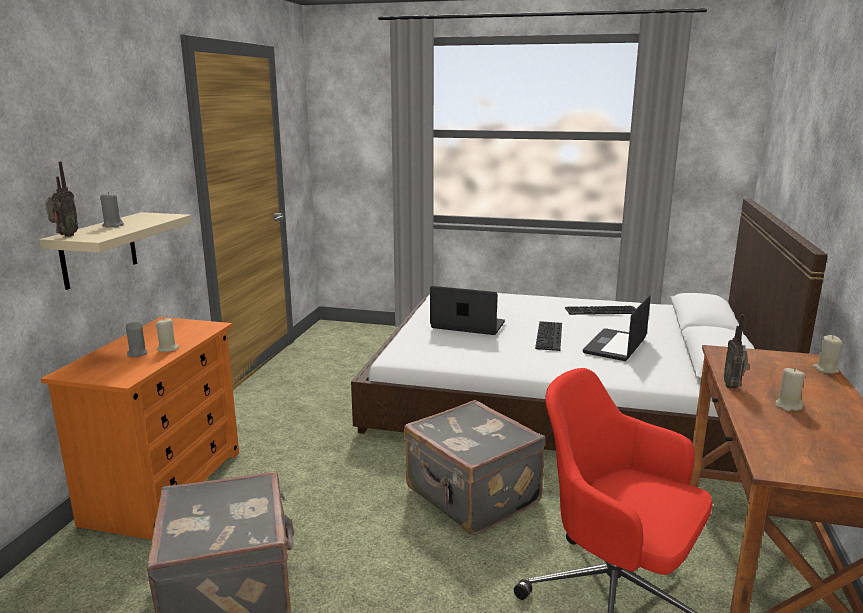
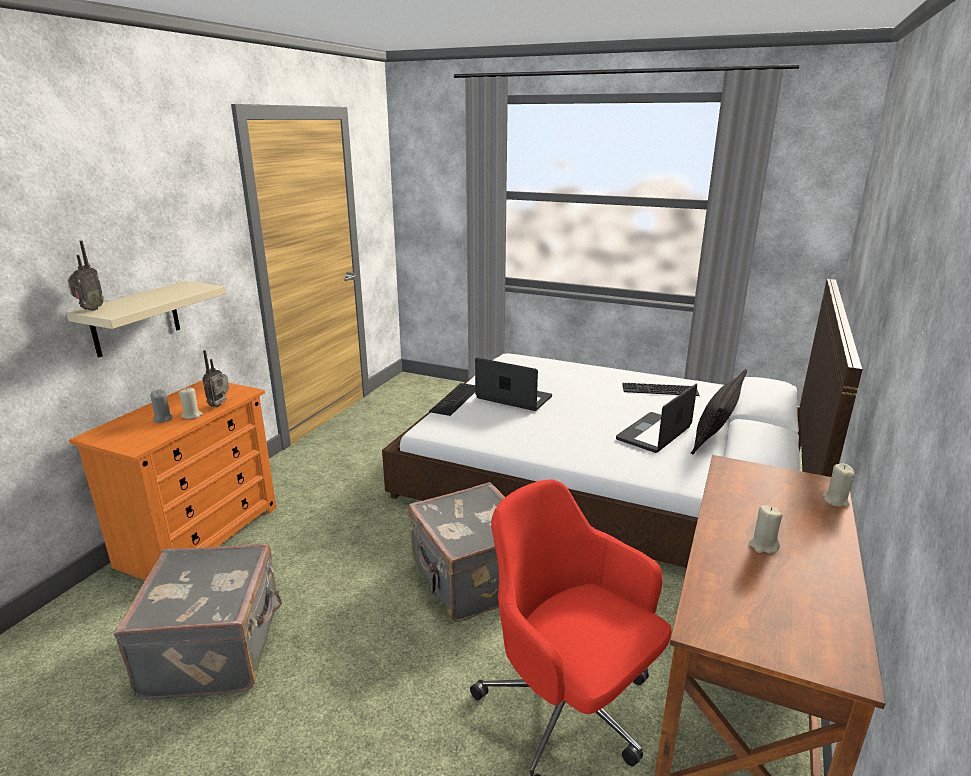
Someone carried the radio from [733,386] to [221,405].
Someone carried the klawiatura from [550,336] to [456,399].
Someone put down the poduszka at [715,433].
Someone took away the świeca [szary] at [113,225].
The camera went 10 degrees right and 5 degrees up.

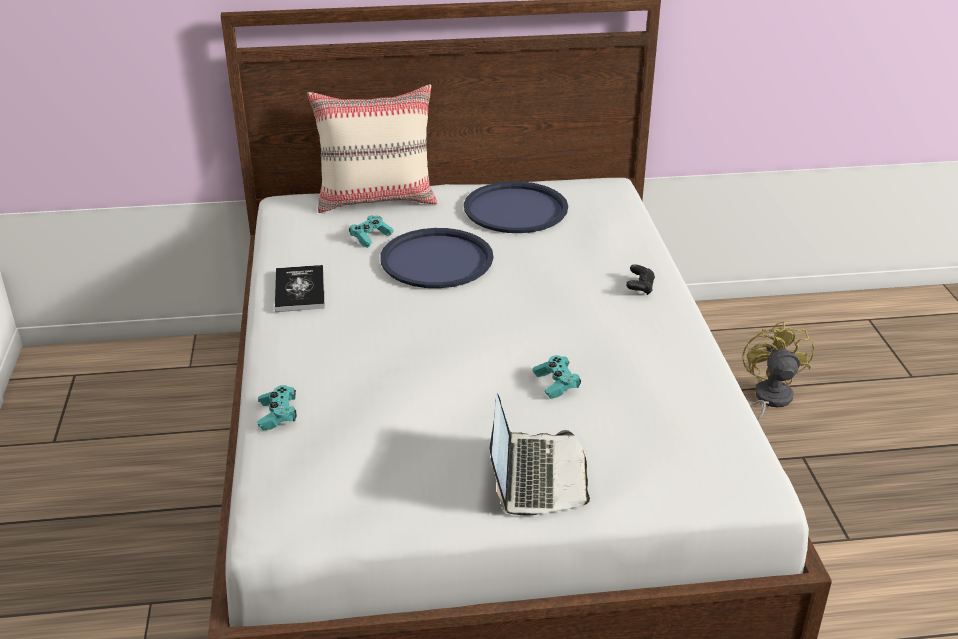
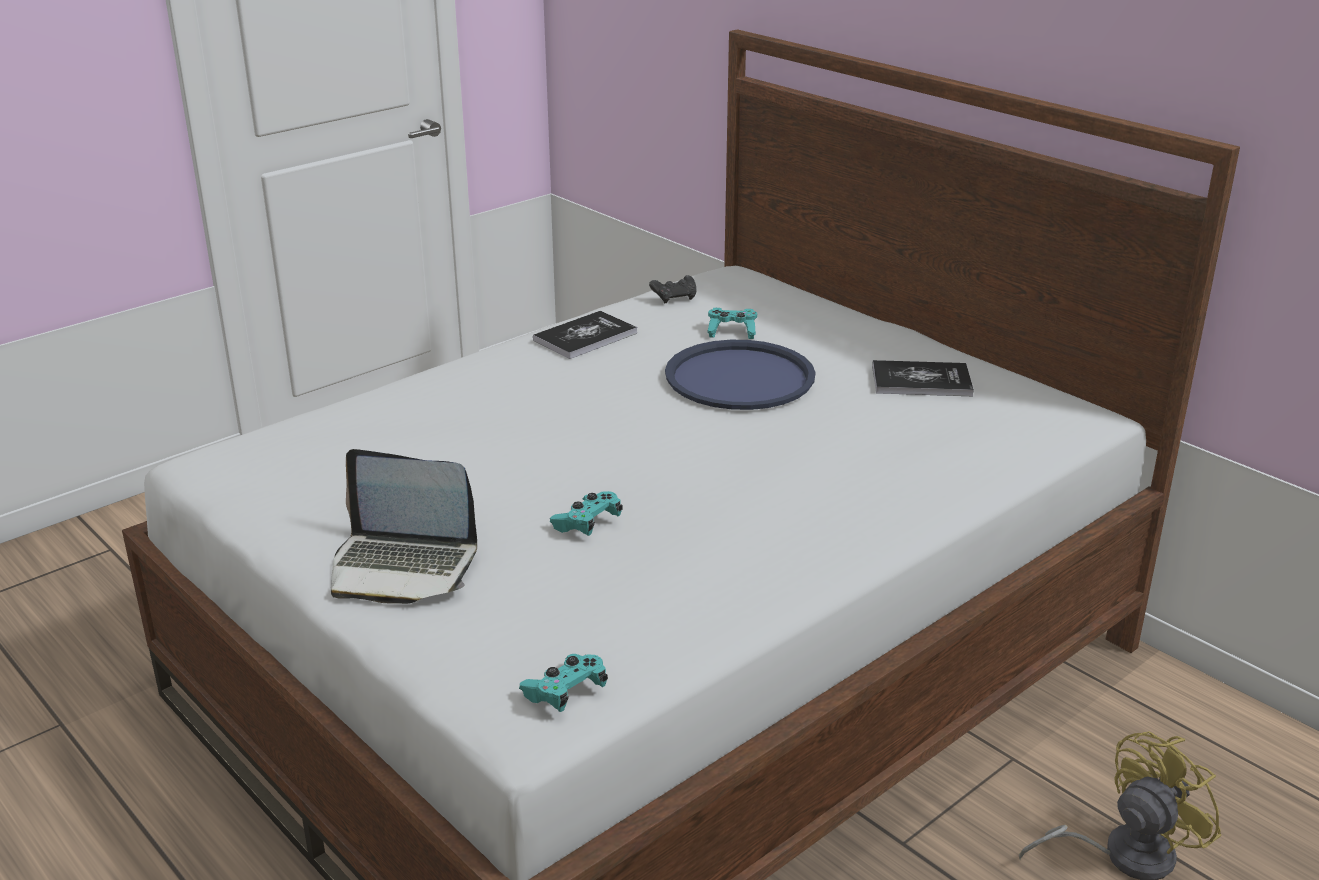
Someone rotated the laptop at [536,476] by 45 degrees clockwise.
Someone carried the pad do gier [turkusowy] from [278,415] to [565,692].
Someone carried the pad do gier [czarny] from [640,287] to [674,298].
Someone swapped the taca [niebieski] at [515,209] for the książka at [921,381].
Someone took away the poduszka [beżowy] at [377,199].
The camera went 55 degrees right and 5 degrees down.

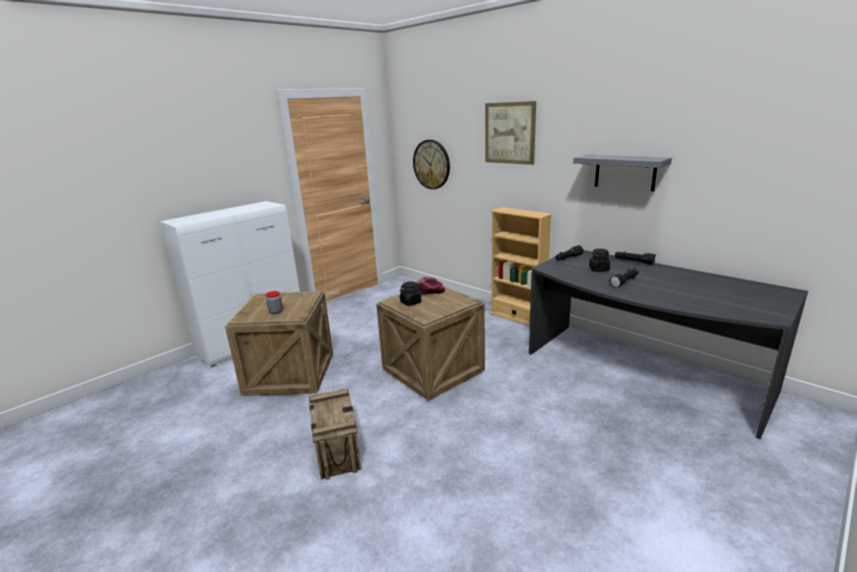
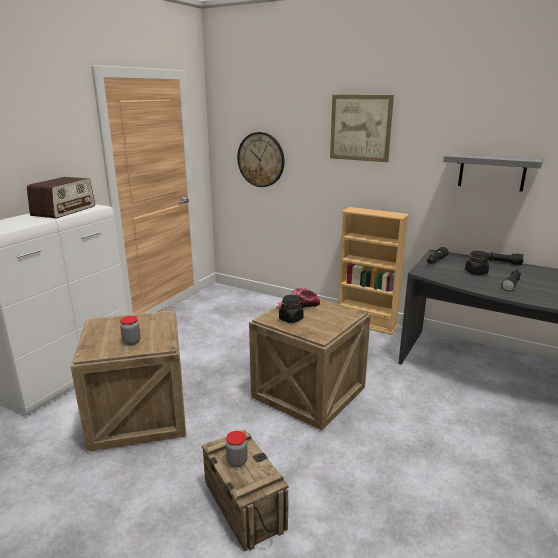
Someone put down the radio at [64,211].
Someone put down the słoik at [237,461].
The camera went 15 degrees left and 0 degrees up.

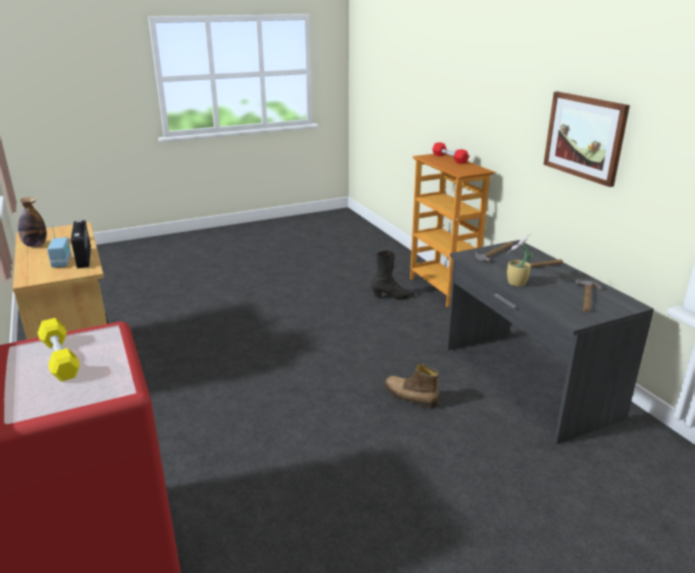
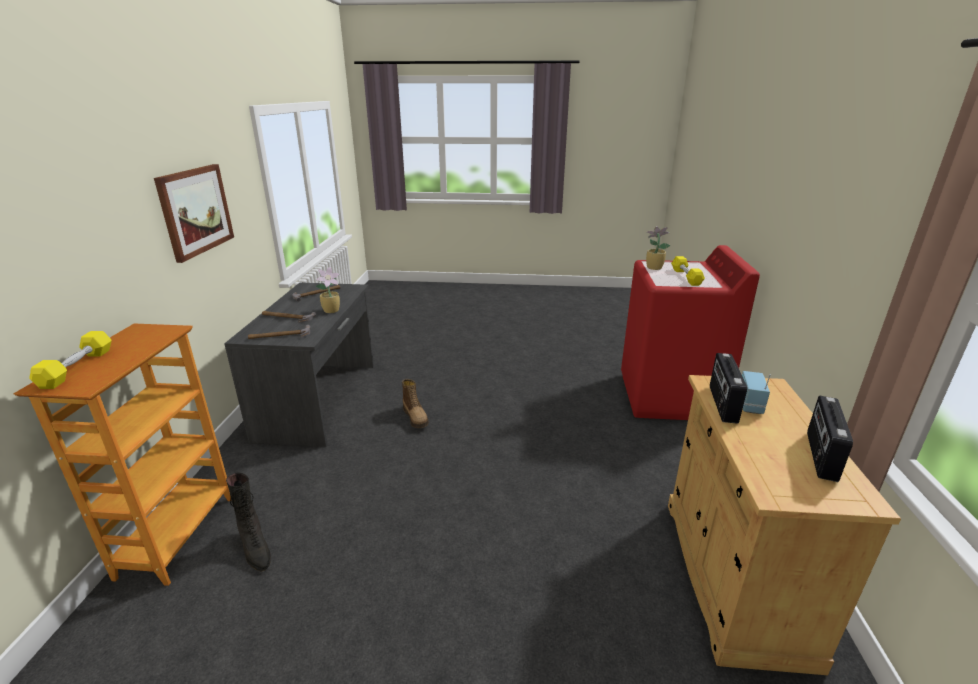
Someone repainted the hantel [czerwony] at [449,158], which became the hantel [żółty] at [77,368].
Someone rotated the but z cholewką [czarny] at [393,297] by 150 degrees counterclockwise.
Someone put down the roślina doniczkowa at [653,268].
Someone swapped the butelka at [35,245] for the radio at [820,456].
The camera went 150 degrees left and 0 degrees up.

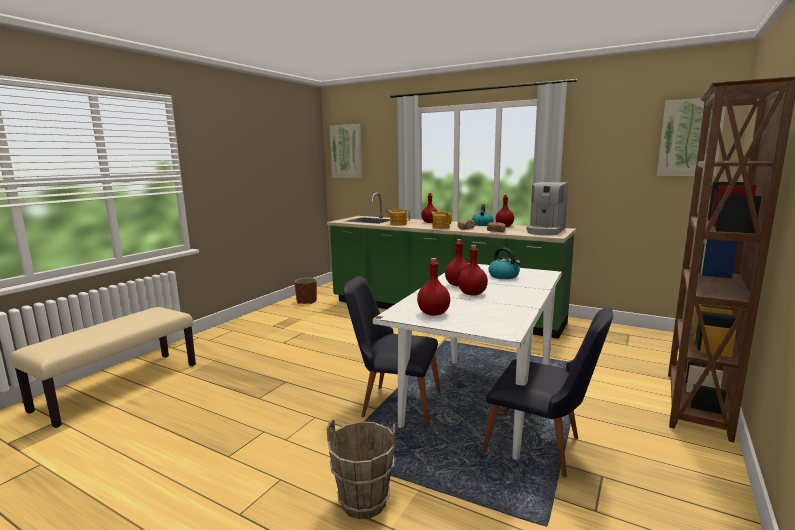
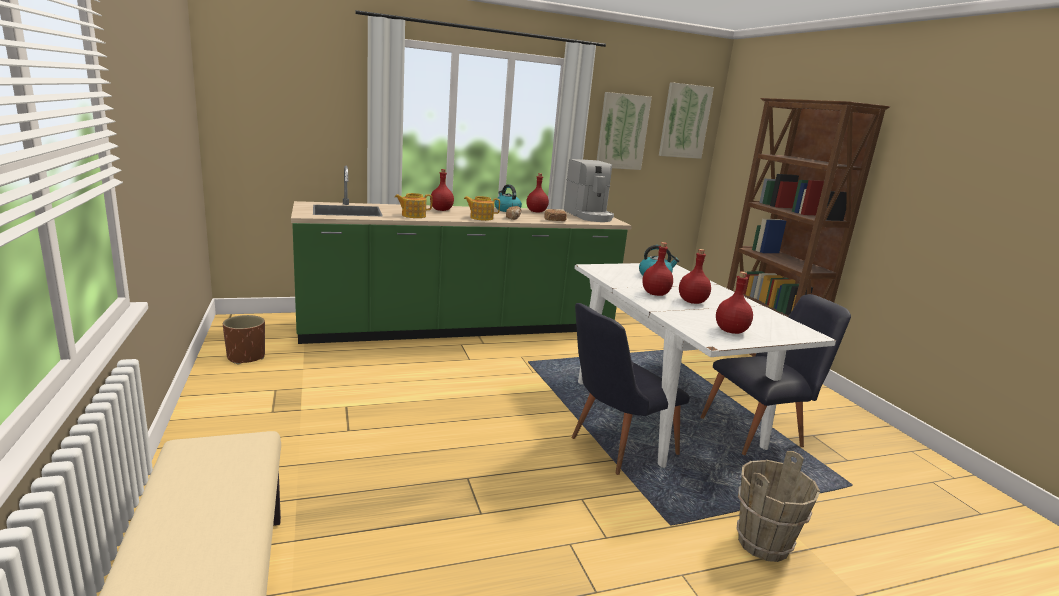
Someone carried the obraz from [346,151] to [622,131].
The camera went 50 degrees left and 5 degrees up.

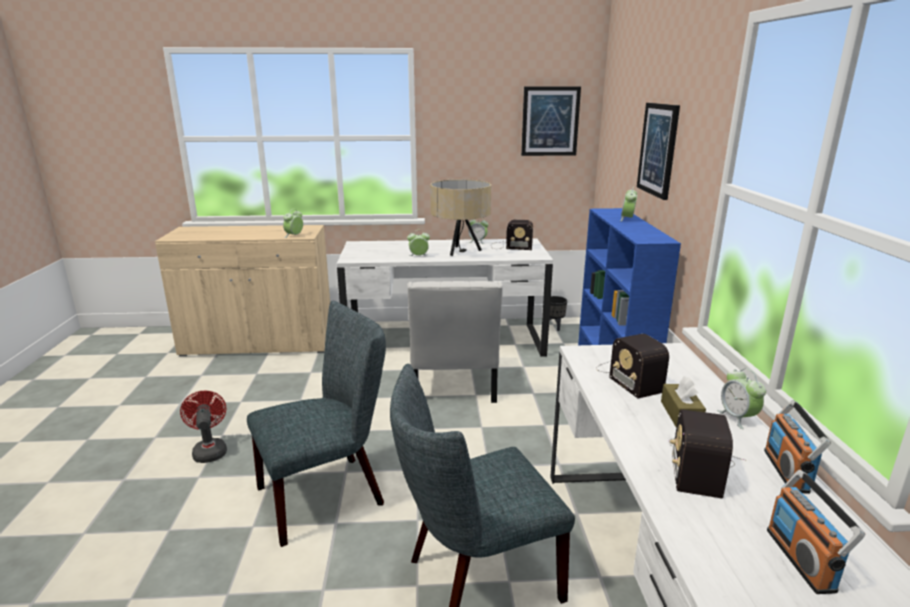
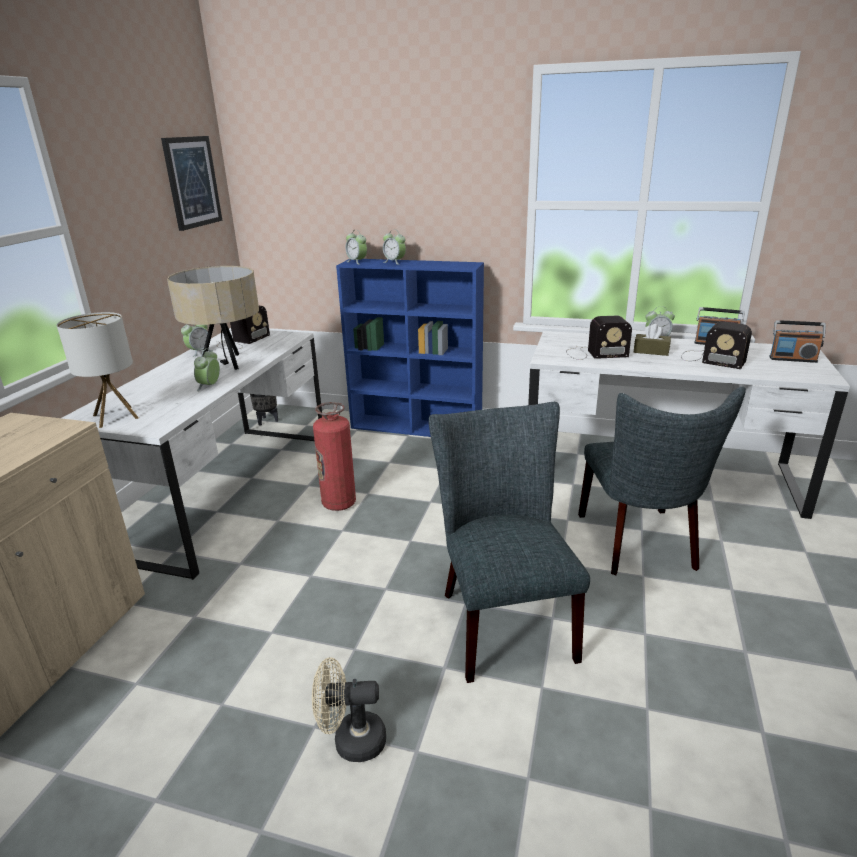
Someone put down the lampa stołowa at [116,416].
Someone repainted the wentylator [czerwony] at [209,450], which became the wentylator [beżowy] at [351,741].
Someone swapped the krzesło [biały] at [453,386] for the gaśnica at [339,503].
Someone carried the budzik from [294,236] to [357,262].
Someone took away the obraz at [658,149].
The camera went 70 degrees left and 5 degrees up.

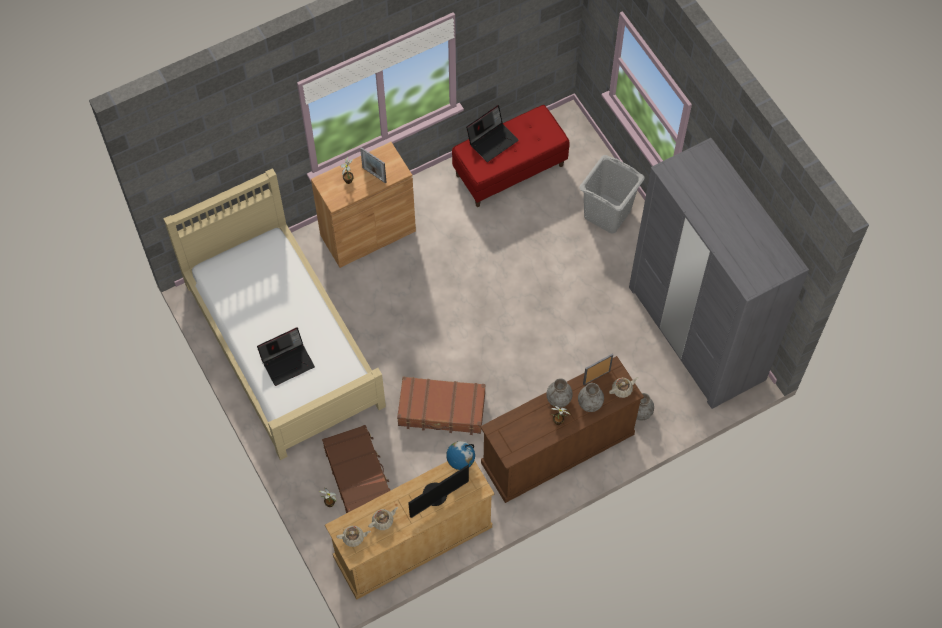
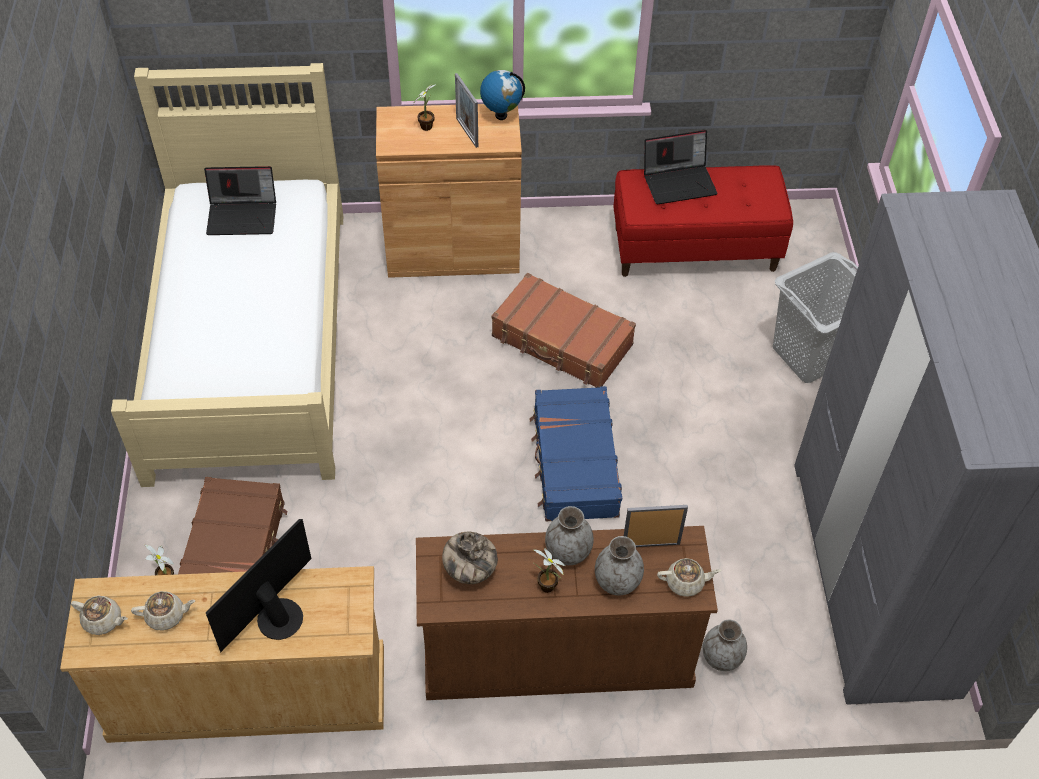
Someone carried the laptop from [288,362] to [243,215].
Someone rotated the monitor at [436,496] by 135 degrees clockwise.
Someone put down the wazon at [469,570].
Someone carried the globus from [460,463] to [501,115].
Someone carried the walizka [brązowy] from [442,410] to [562,341].
Someone put down the walizka [niebieski] at [574,463].
The camera went 25 degrees right and 10 degrees down.

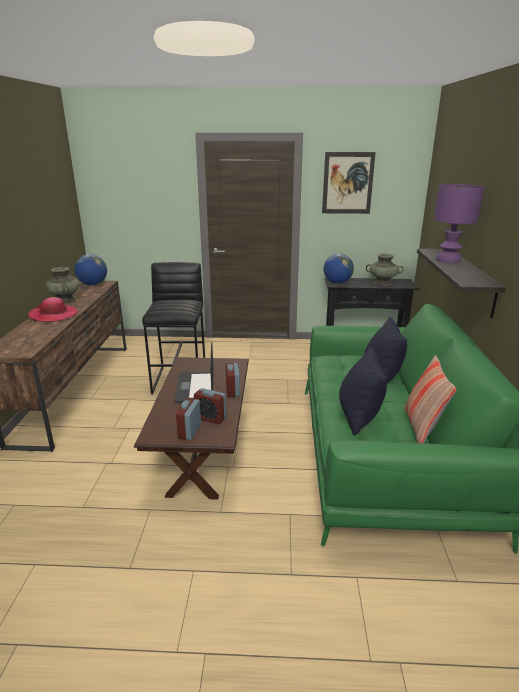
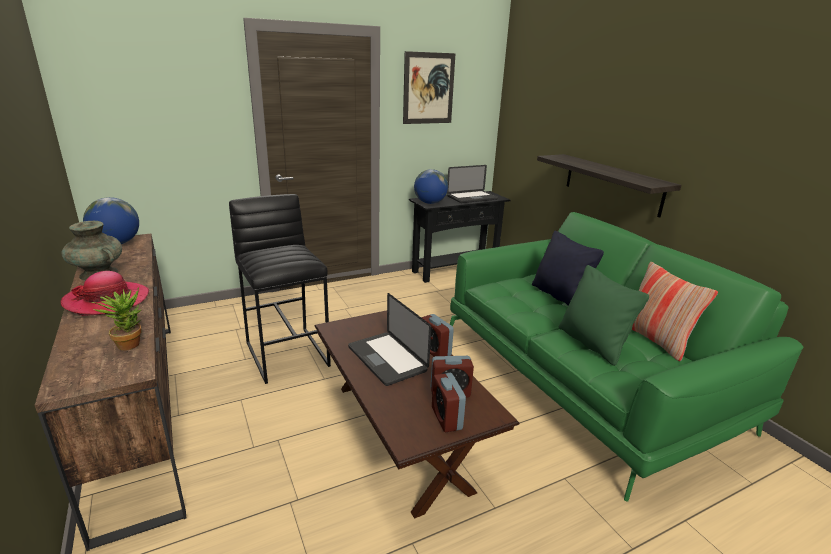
Someone put down the roślina doniczkowa at [129,342].
Someone swapped the wazon [turkusowy] at [382,283] for the laptop at [472,198].
Someone repainted the poduszka [czarny] at [359,416], which became the poduszka [zielony] at [592,344].
Someone took away the lampa stołowa [fioletowy] at [449,260].
The camera went 30 degrees left and 0 degrees up.

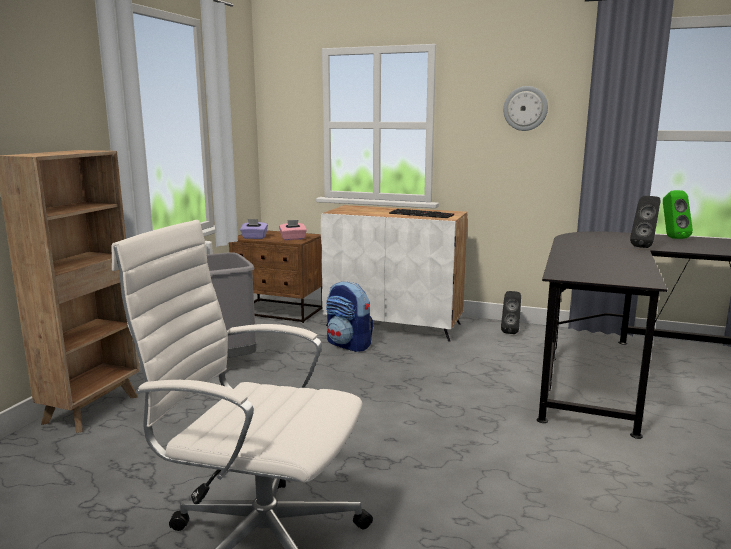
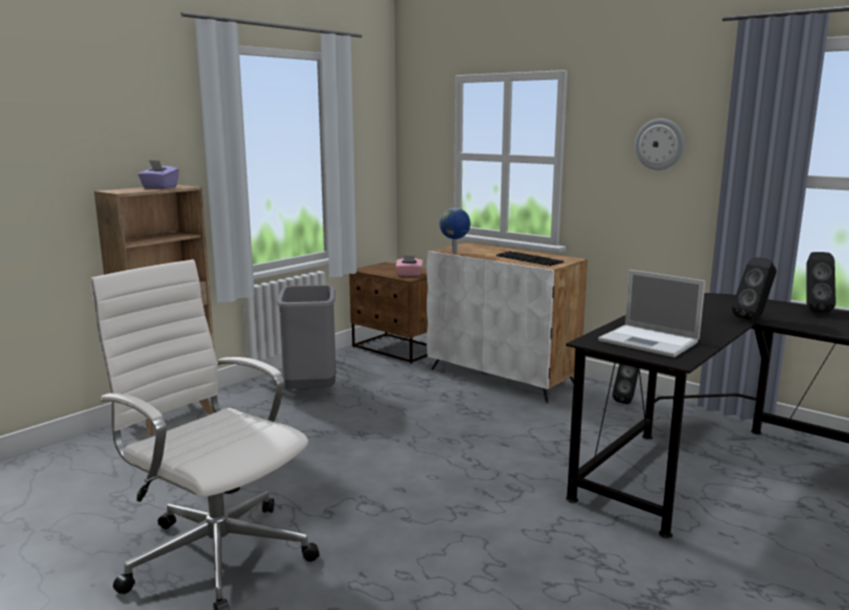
Someone carried the pudełko chusteczek [fioletowy] from [254,237] to [159,187].
Someone put down the globus at [455,253].
Someone put down the laptop at [650,341].
Someone repainted the głośnik [zielony] at [672,238], which became the głośnik [czarny] at [813,310].
Someone took away the plecak at [349,345].
The camera went 20 degrees right and 0 degrees up.

